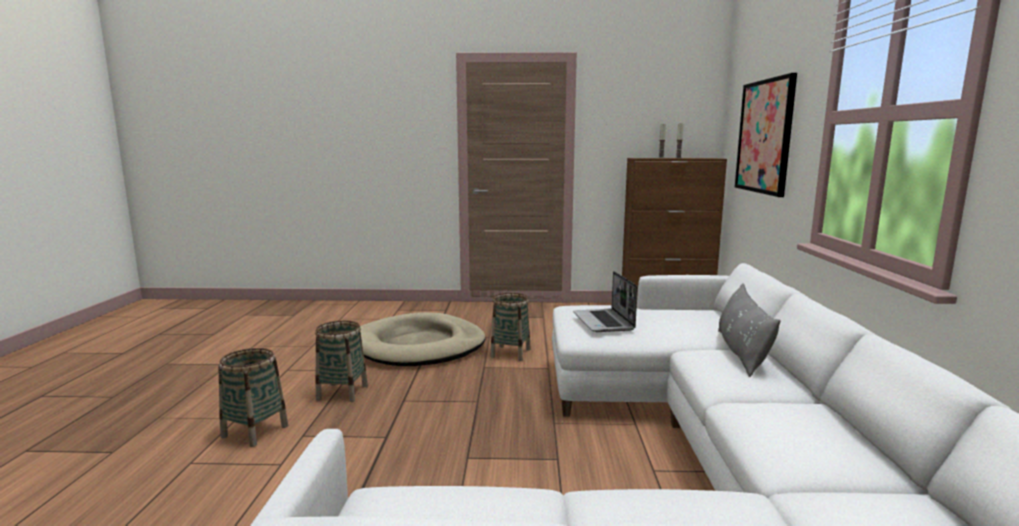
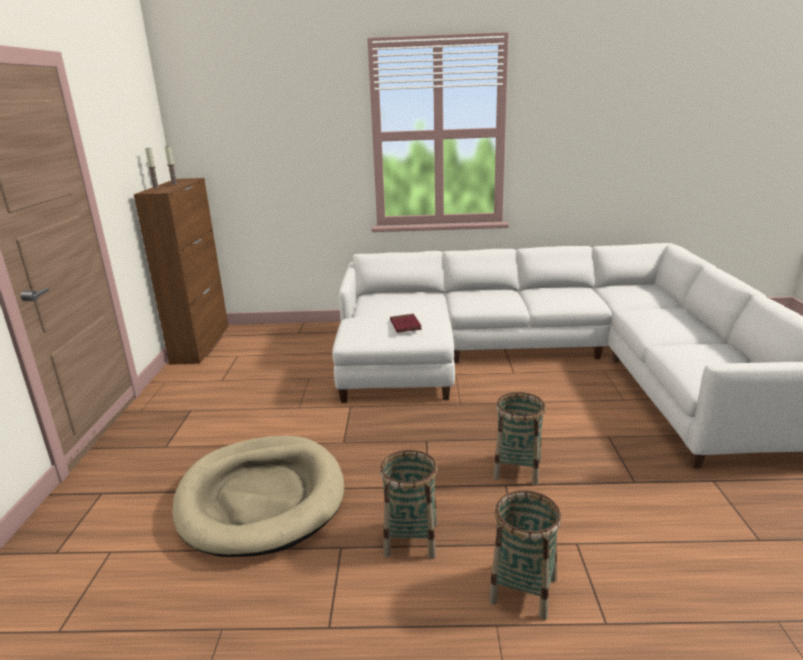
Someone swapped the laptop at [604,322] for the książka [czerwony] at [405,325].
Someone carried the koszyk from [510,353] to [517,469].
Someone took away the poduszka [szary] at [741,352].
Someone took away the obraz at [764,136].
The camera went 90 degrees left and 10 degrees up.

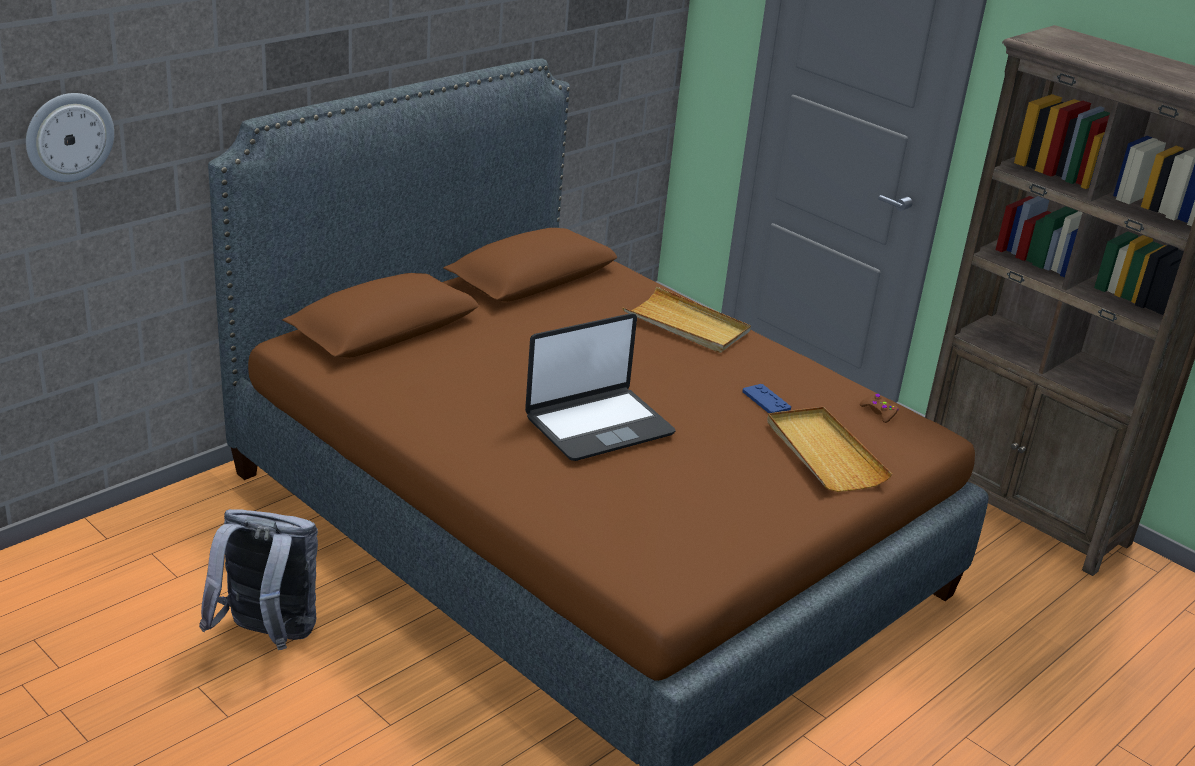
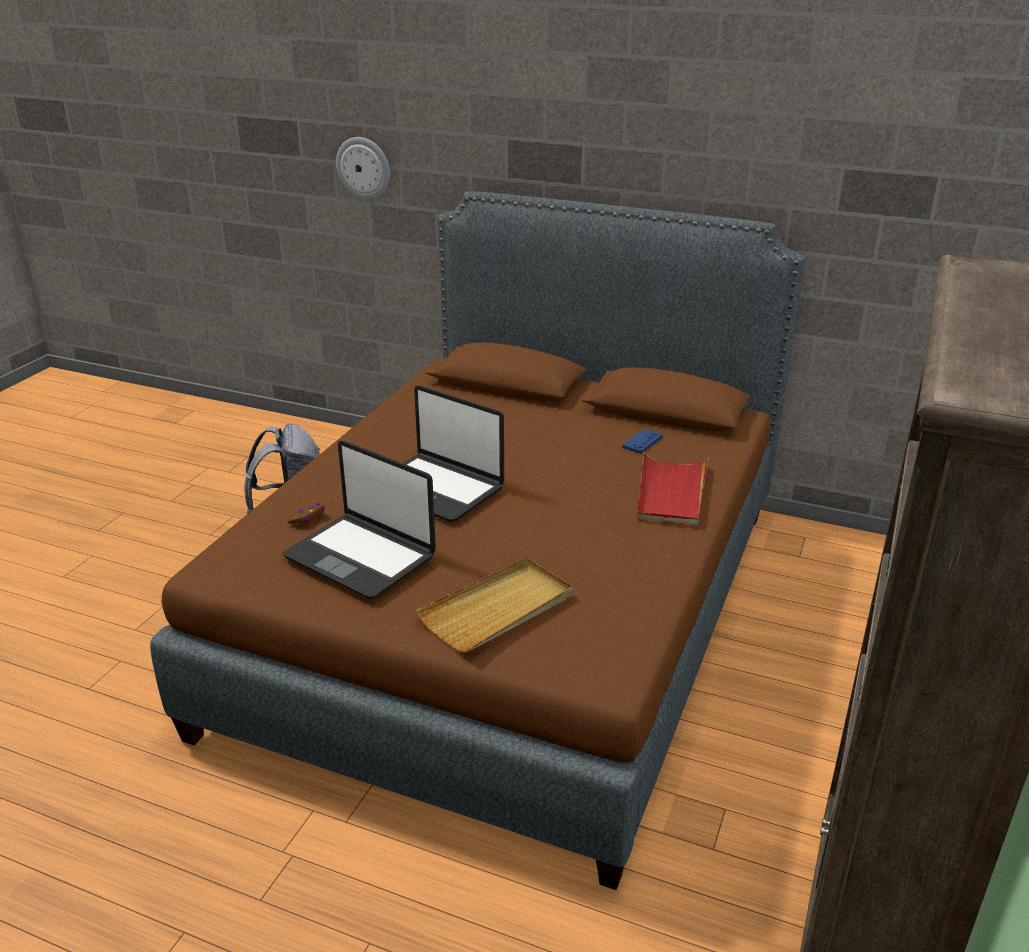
Someone put down the laptop at [361,556].
Someone carried the pad do gier [brązowy] from [879,412] to [308,518].
Someone carried the pad do gier [niebieski] from [766,400] to [642,442].
Someone repainted the taca [beżowy] at [686,325], which became the taca [czerwony] at [671,492].
The camera went 70 degrees right and 0 degrees up.

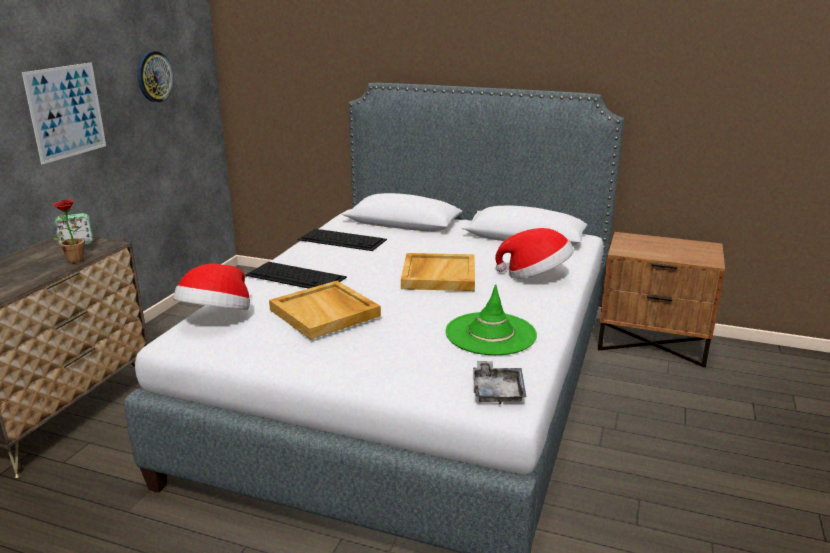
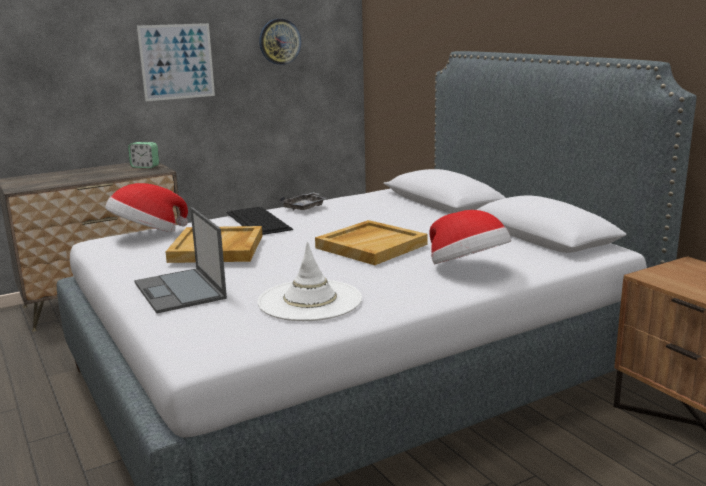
Someone put down the laptop at [180,291].
Someone repainted the kapelusz [zielony] at [490,334], which became the kapelusz [biały] at [310,301].
Someone carried the taca [szary] from [497,391] to [305,207].
Someone took away the roślina doniczkowa at [73,259].
Someone took away the klawiatura at [343,240].
The camera went 40 degrees right and 5 degrees down.

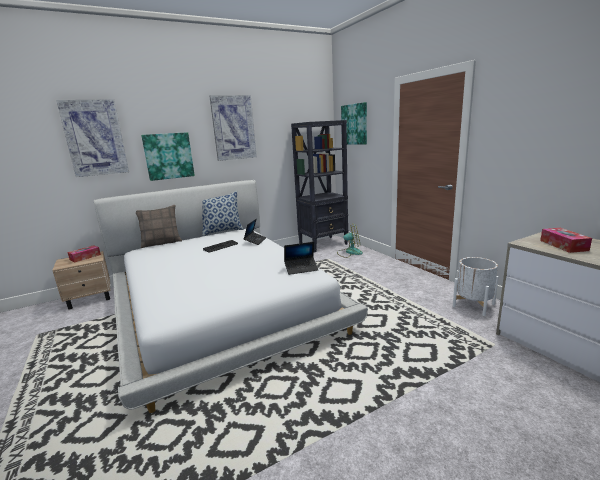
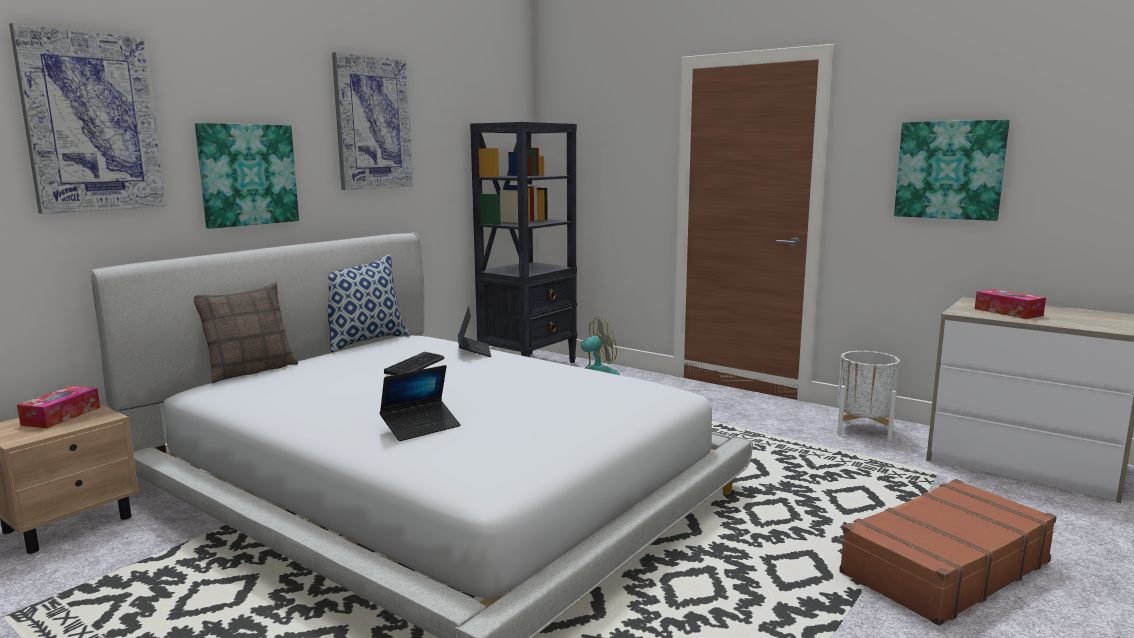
Someone carried the laptop from [301,269] to [421,427].
Someone put down the walizka [brązowy] at [943,567].
Someone carried the obraz from [354,124] to [949,170].
The camera went 25 degrees left and 5 degrees down.

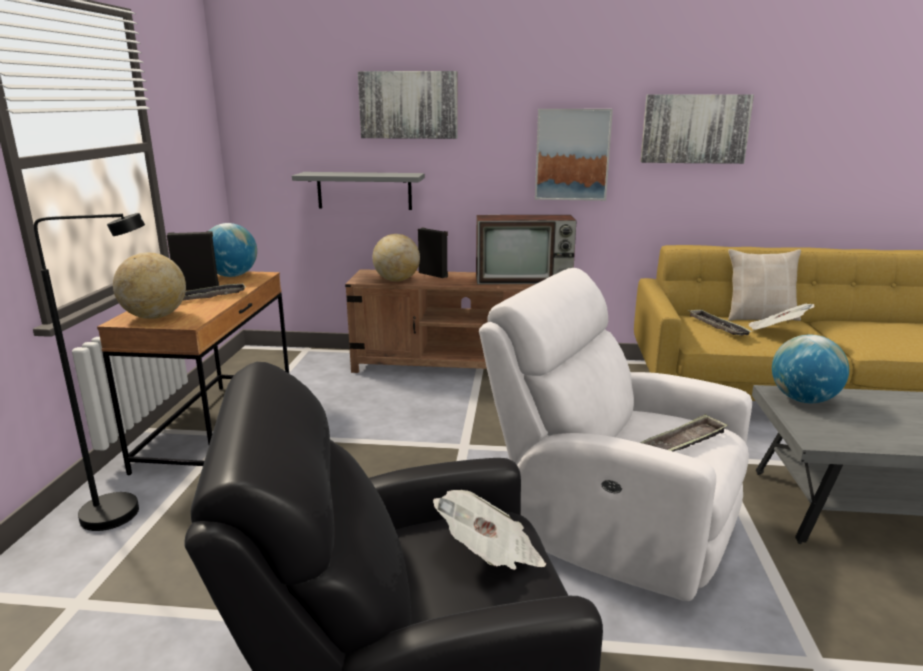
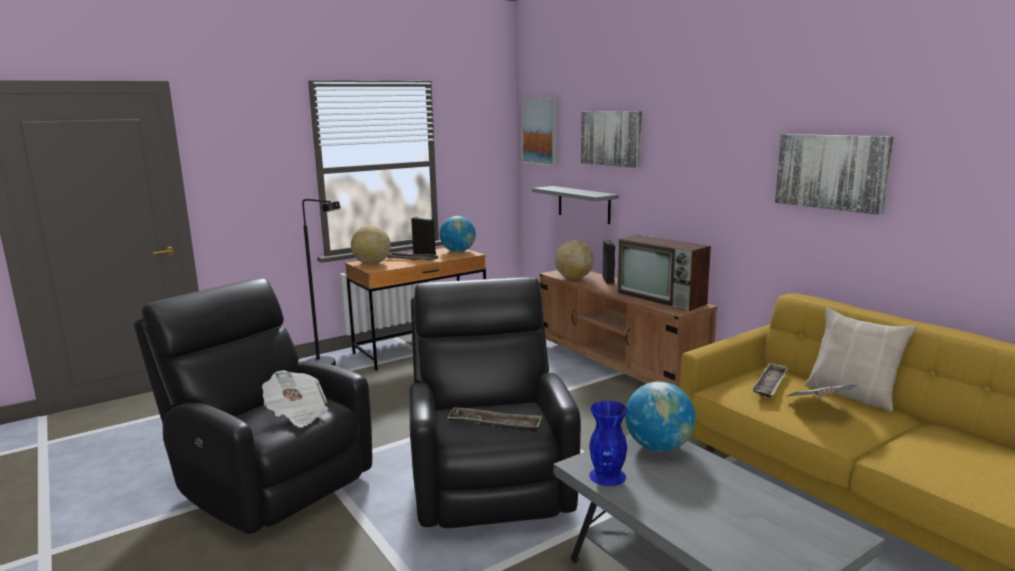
Someone repainted the fotel [biały] at [612,524], which became the fotel [czarny] at [490,483].
Someone carried the obraz from [572,155] to [540,131].
Someone put down the wazon [niebieski] at [607,476].
The camera went 50 degrees right and 5 degrees down.

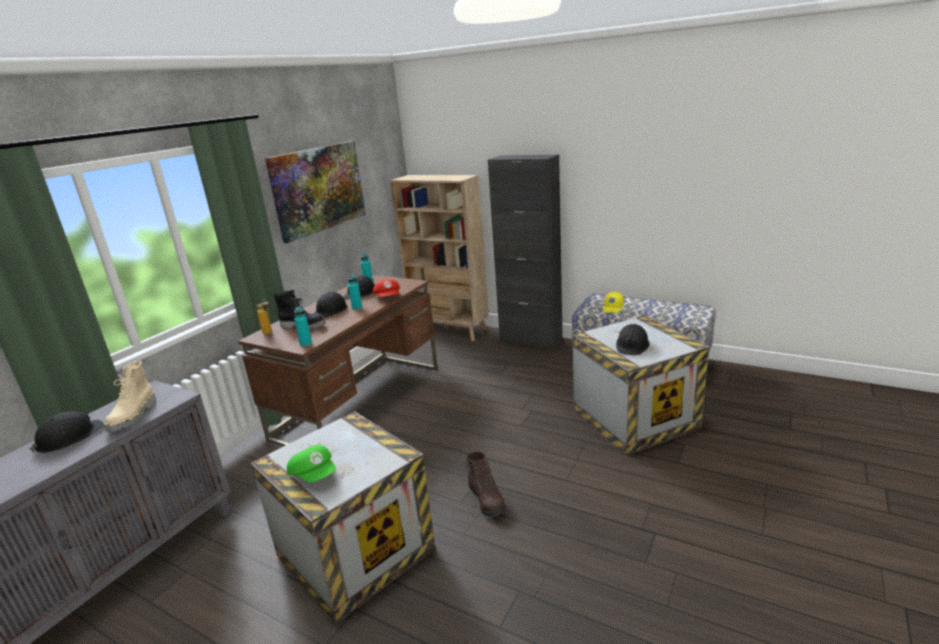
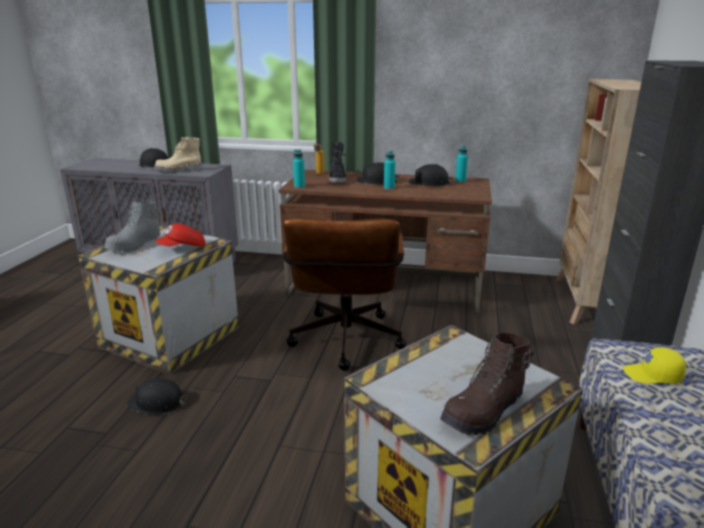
Someone swapped the czapka z daszkiem [zielony] at [314,475] for the but z cholewką [szary] at [135,245].
Someone carried the kask [czarny] from [632,345] to [157,403].
Someone carried the czapka z daszkiem [czerwony] from [388,298] to [183,248].
Someone put down the krzesło biurowe [brązowy] at [345,344].
Someone carried the but z cholewką [brązowy] from [487,500] to [485,412].
Someone took away the obraz at [318,189].
The camera went 70 degrees right and 0 degrees up.

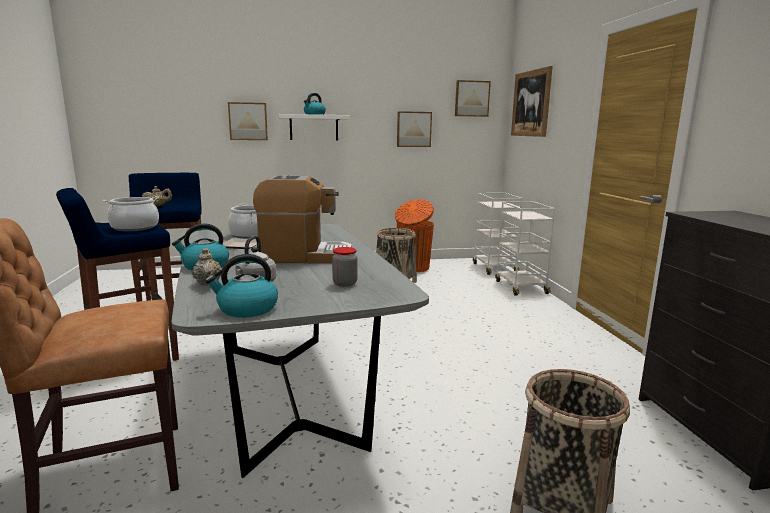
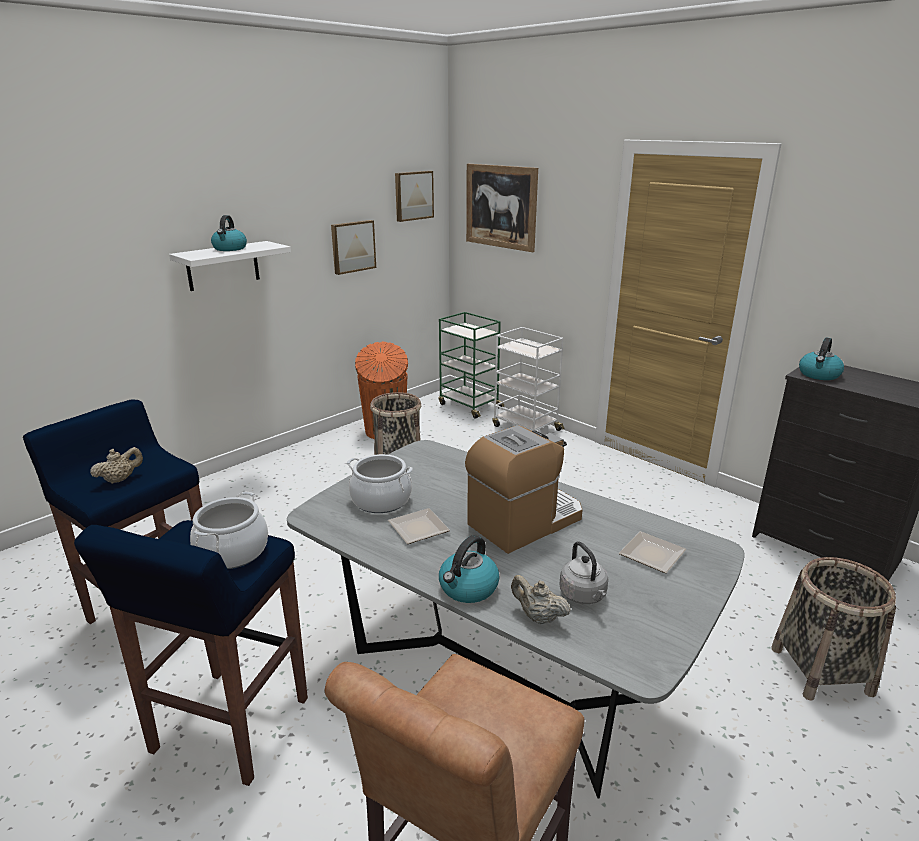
Someone repainted the wózek [biały] at [494,268], which became the wózek [zielony] at [469,406].
Someone swapped the słoik at [345,284] for the talerz at [649,555].
Someone carried the czajnik from [246,309] to [819,375].
Someone took away the obraz at [248,121].
The camera went 35 degrees left and 10 degrees up.

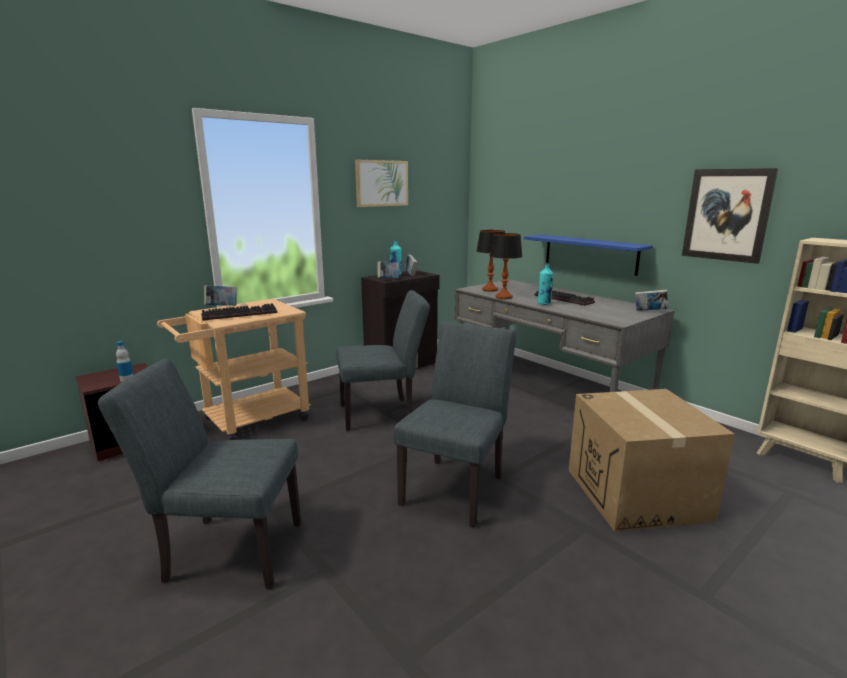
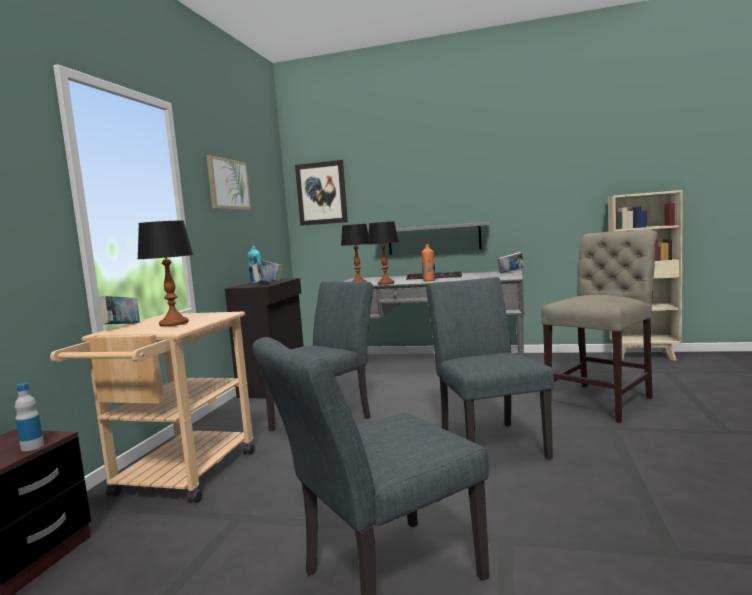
Someone swapped the klawiatura at [241,314] for the lampa stołowa at [174,323].
Someone carried the obraz from [727,215] to [321,193].
Someone repainted the półka [niebieski] at [590,254], which became the półka [szary] at [434,239].
Someone repainted the butelka [turkusowy] at [544,303], which became the butelka [pomarańczowy] at [429,280].
Someone swapped the karton at [637,494] for the krzesło [beżowy] at [603,400].
The camera went 35 degrees left and 10 degrees down.

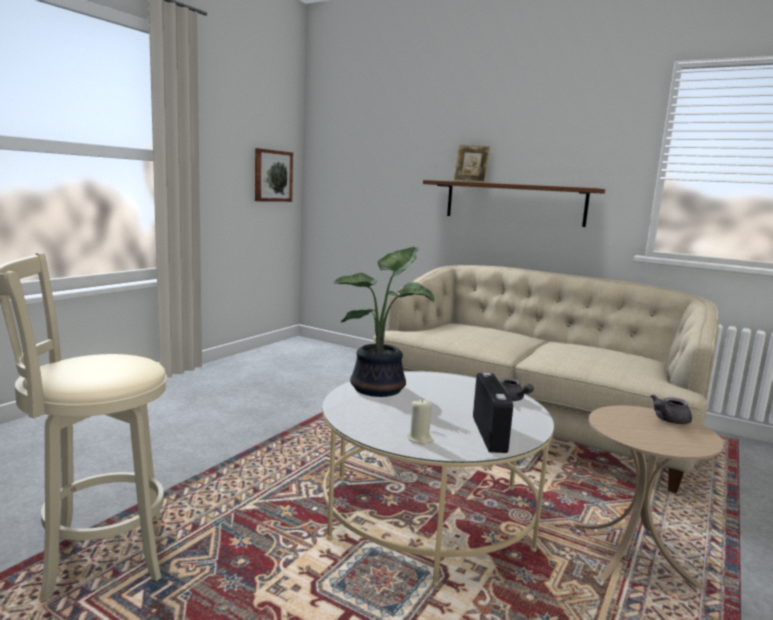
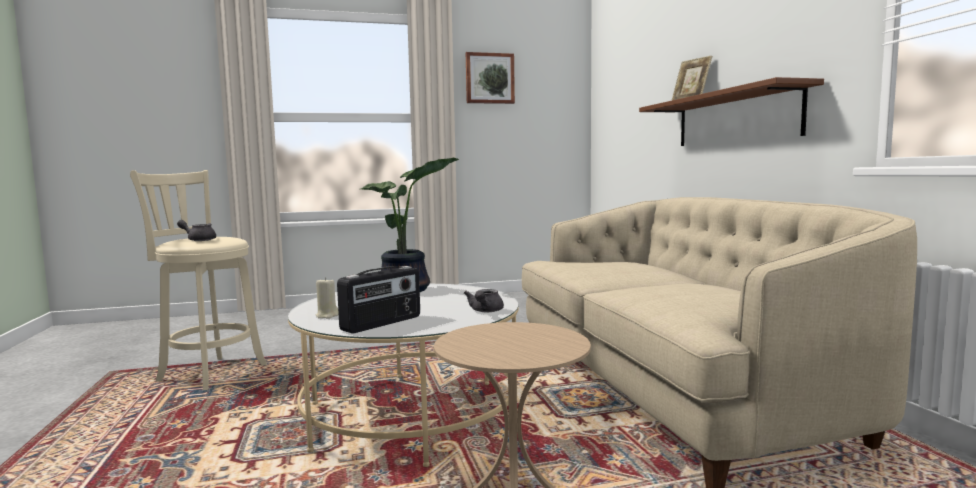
Someone carried the imbryk [szary] from [668,420] to [199,240].
Someone carried the obraz from [272,176] to [489,78].
The camera went 45 degrees right and 5 degrees down.

